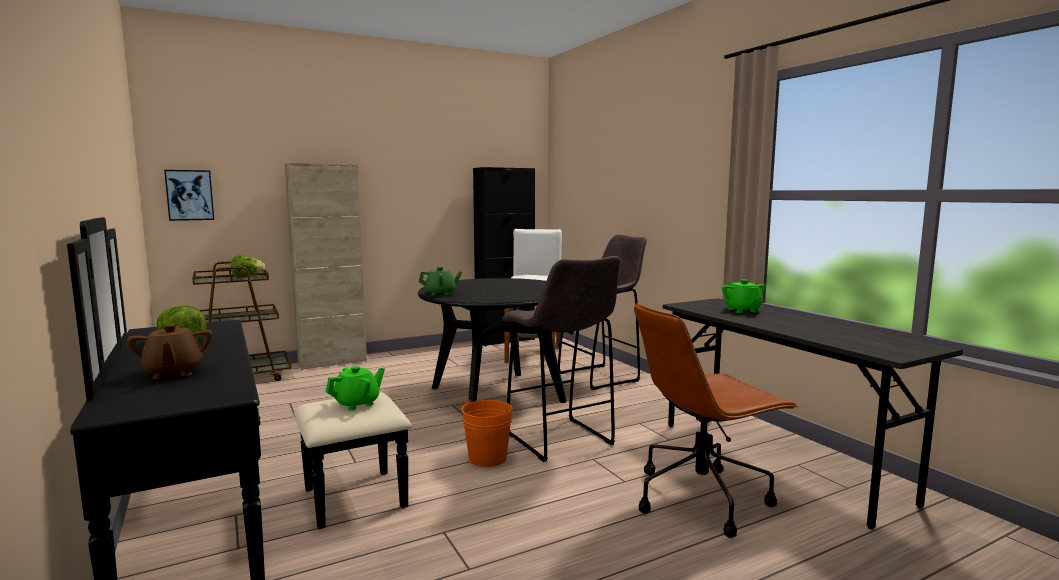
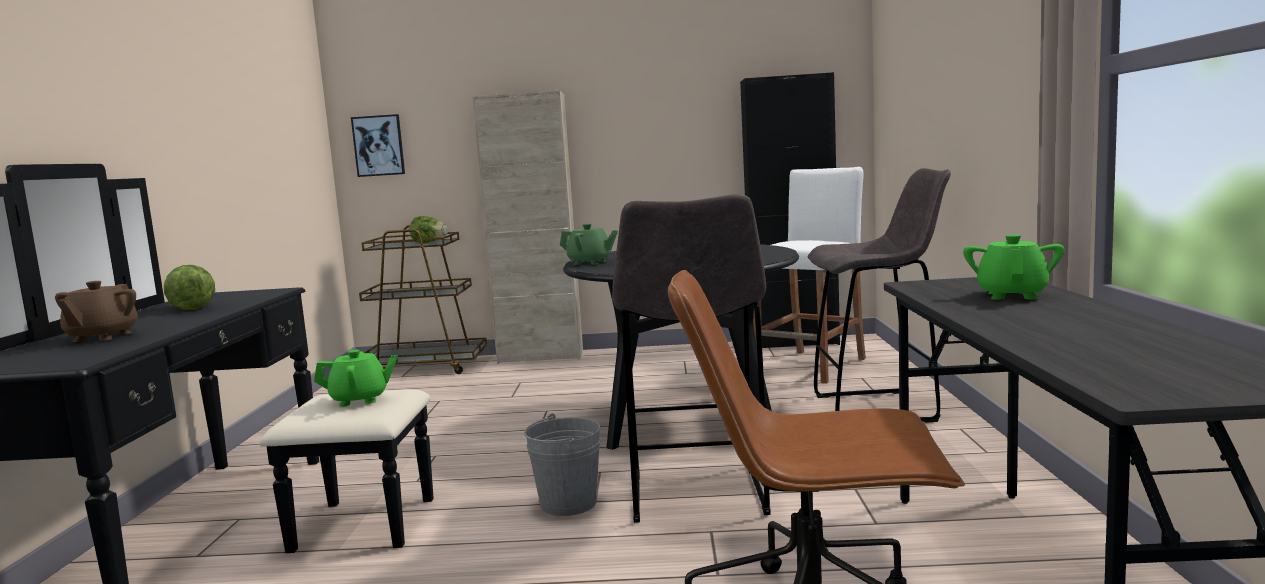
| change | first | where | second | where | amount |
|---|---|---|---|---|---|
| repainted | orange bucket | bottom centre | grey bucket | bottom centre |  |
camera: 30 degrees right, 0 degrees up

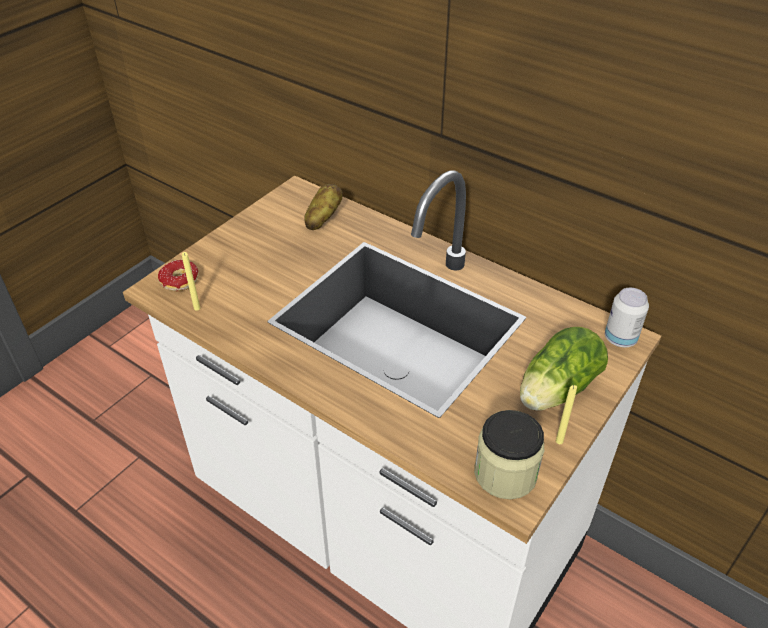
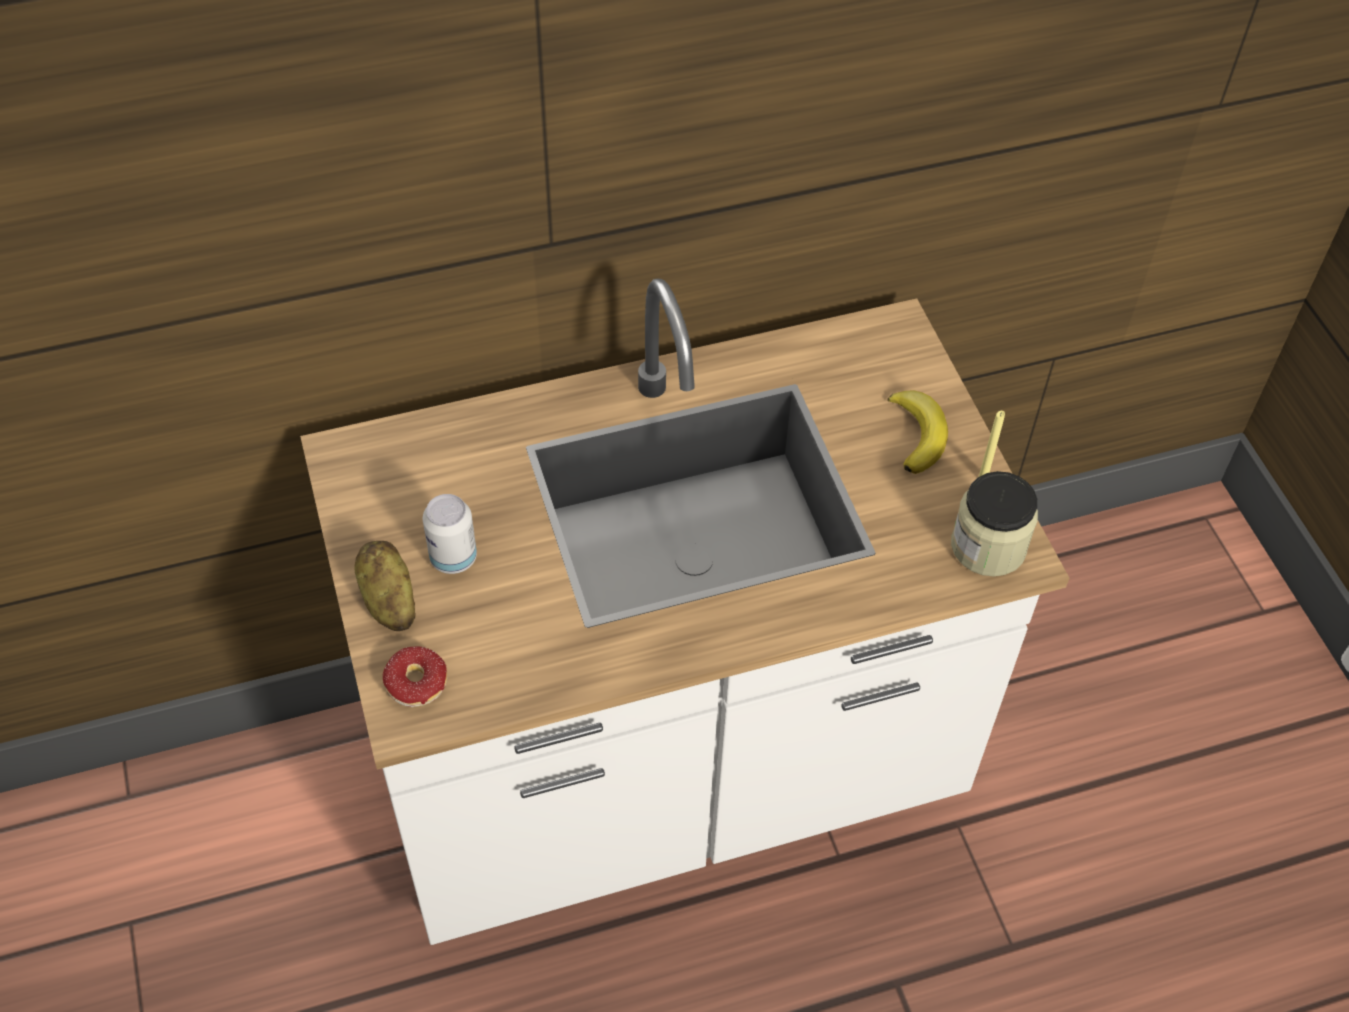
| change | first | where | second | where | amount |
|---|---|---|---|---|---|
| gone | yellow candle (no. 1 from left) | middle left |  |  |  |
| shifted | potato | top centre |  | middle left |  |
| swapped | lettuce | middle right | banana | middle right |  |
| shifted | can | middle right |  | centre |  |
camera: 55 degrees left, 10 degrees up

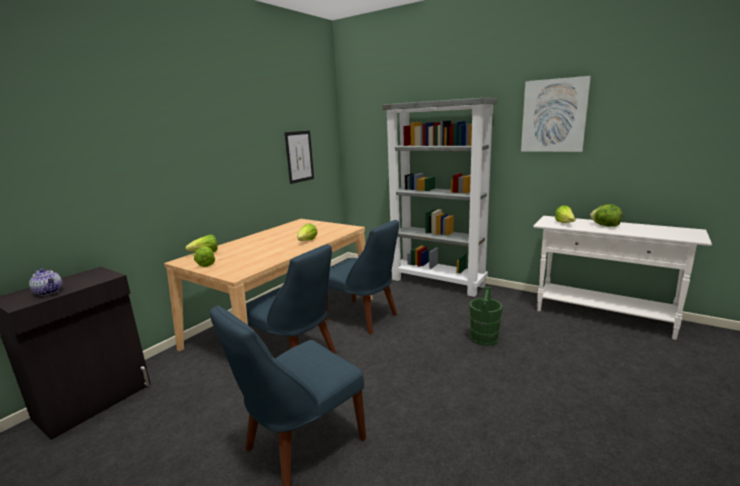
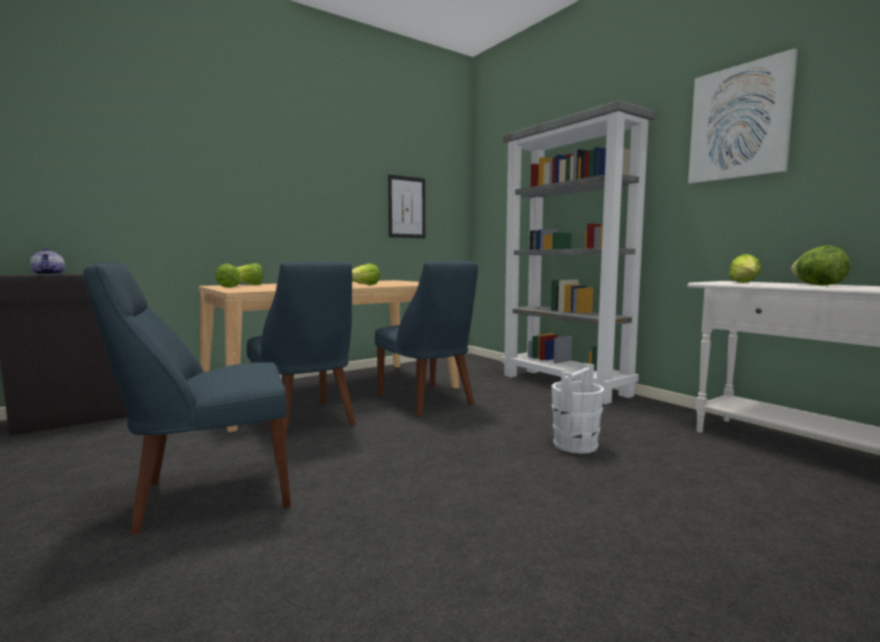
| change | first | where | second | where | amount |
|---|---|---|---|---|---|
| repainted | green bucket | centre | white bucket | centre |  |
camera: 20 degrees right, 10 degrees down

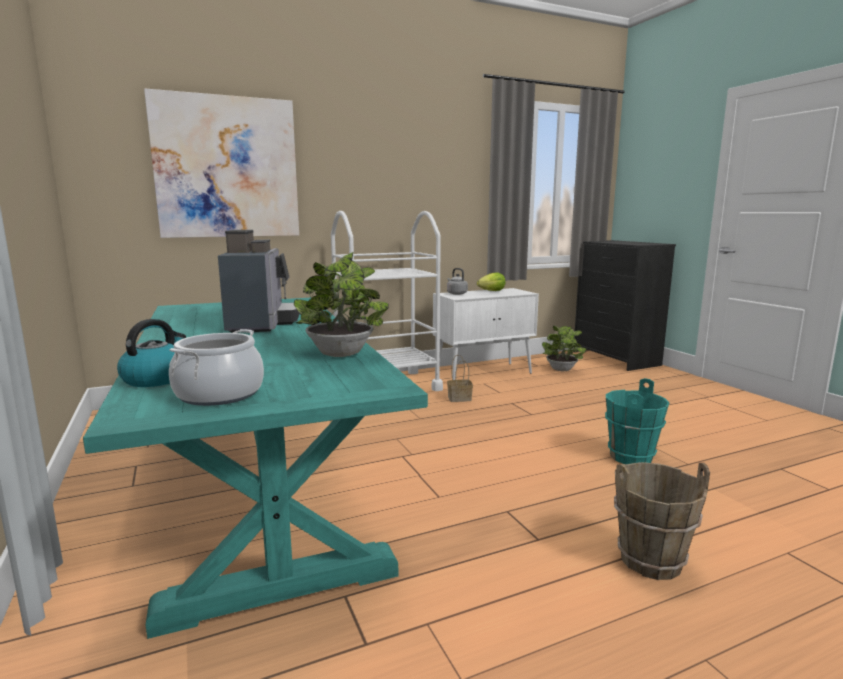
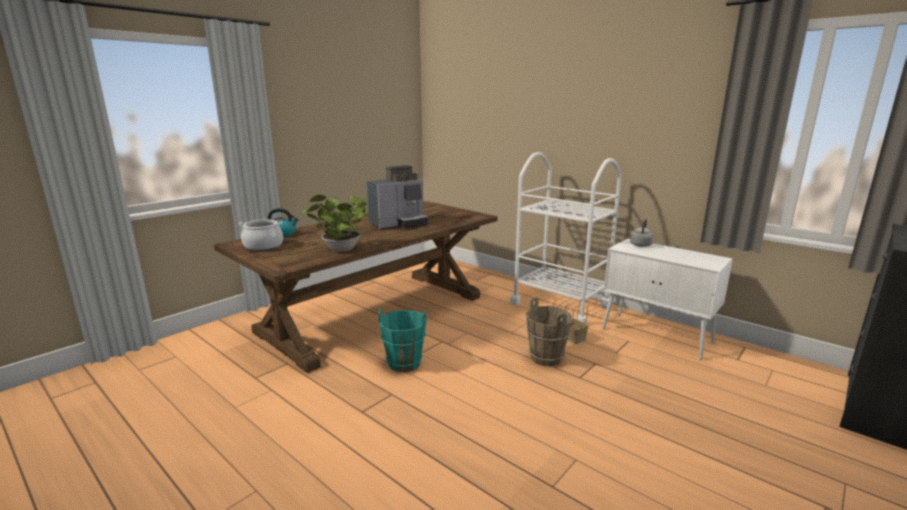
| change | first | where | second | where | amount |
|---|---|---|---|---|---|
| repainted | turquoise dining table | bottom left | brown dining table | centre |  |
| gone | picture | top left |  |  |  |
| gone | lettuce | centre |  |  |  |
| gone | potted plant (no. 2 from left) | middle right |  |  |  |
| shifted | turquoise bucket | middle right |  | bottom centre |  |
| shifted | brown bucket | bottom right |  | centre |  |
camera: 65 degrees right, 5 degrees up

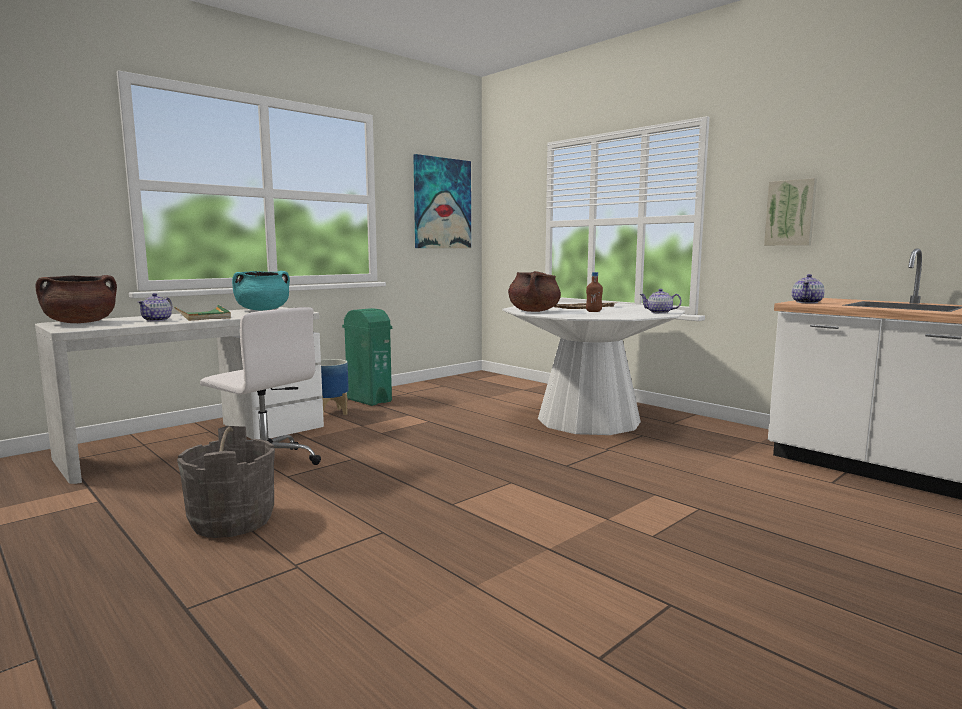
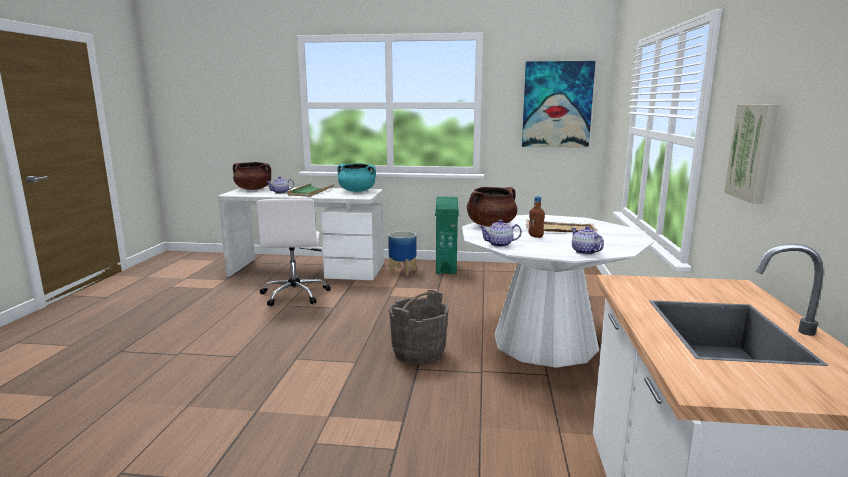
| change | first | where | second | where | amount |
|---|---|---|---|---|---|
| shifted | grey bucket | bottom left |  | bottom centre |  |
| shifted | teapot (no. 3 from left in the first image) | middle right | teapot (no. 2 from left) | centre |  |
camera: 50 degrees right, 5 degrees up

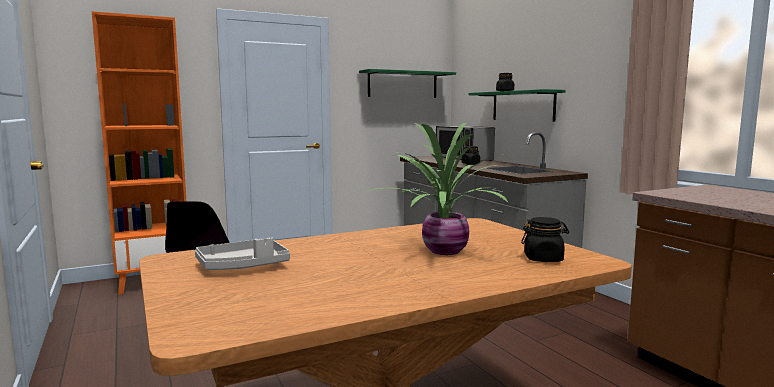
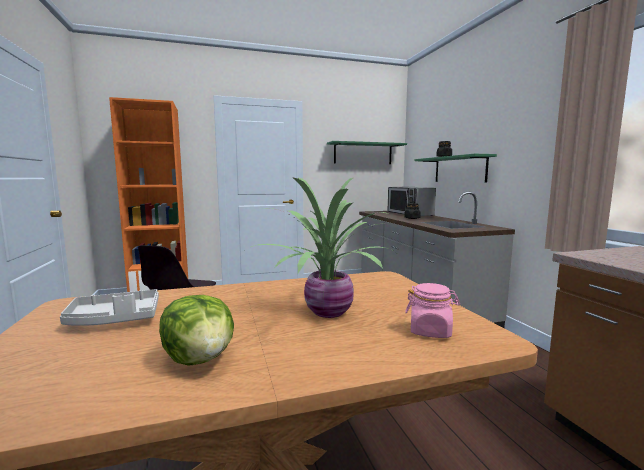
| change | first | where | second | where | amount |
|---|---|---|---|---|---|
| repainted | black jar (no. 3 from left) | middle right | pink jar | middle right |  |
| new |  |  | lettuce | bottom left |  |
camera: 10 degrees right, 0 degrees up

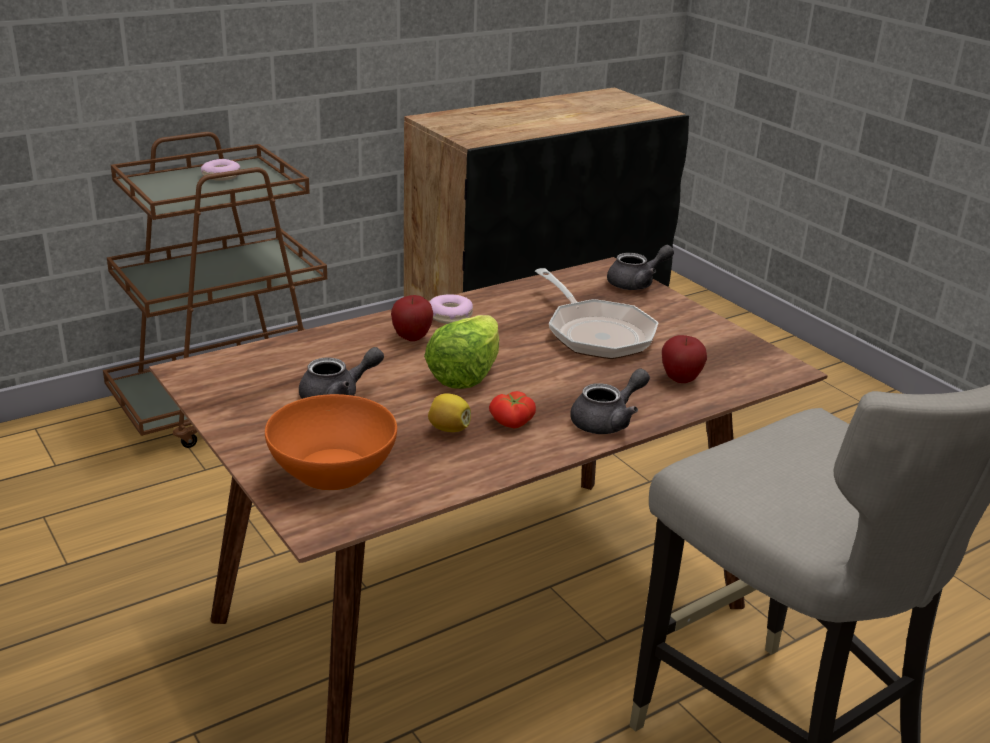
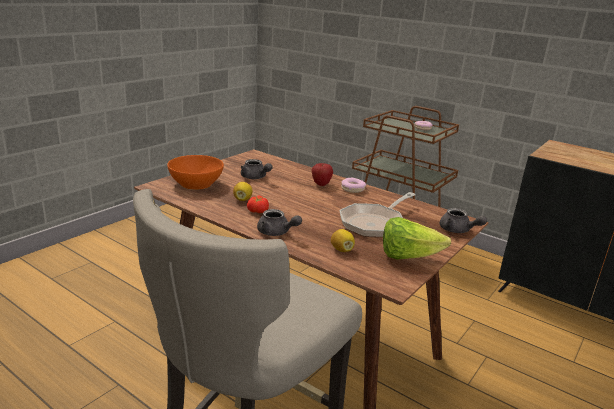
| change | first | where | second | where | amount |
|---|---|---|---|---|---|
| shifted | lettuce | centre |  | middle right |  |
| swapped | apple (no. 2 from left) | middle right | lemon (no. 2 from left) | centre |  |
camera: 70 degrees right, 5 degrees down

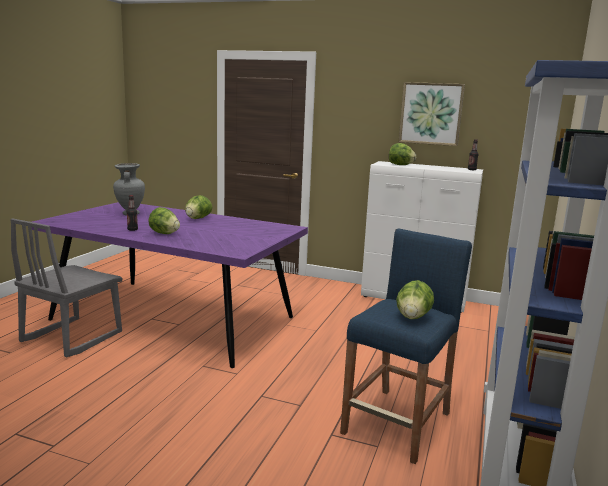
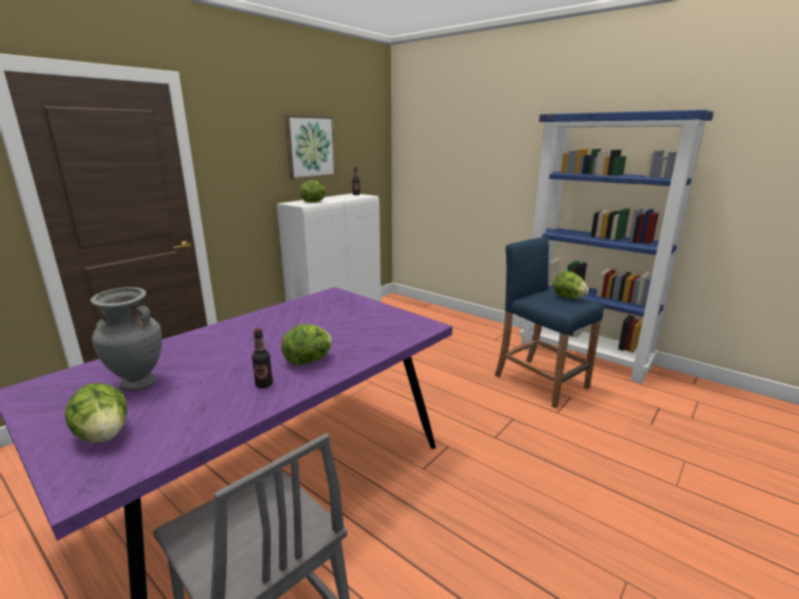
| change | first | where | second | where | amount |
|---|---|---|---|---|---|
| shifted | lettuce (no. 2 from left in the first image) | middle left | lettuce (no. 1 from left) | bottom left |  |
camera: 70 degrees left, 5 degrees up

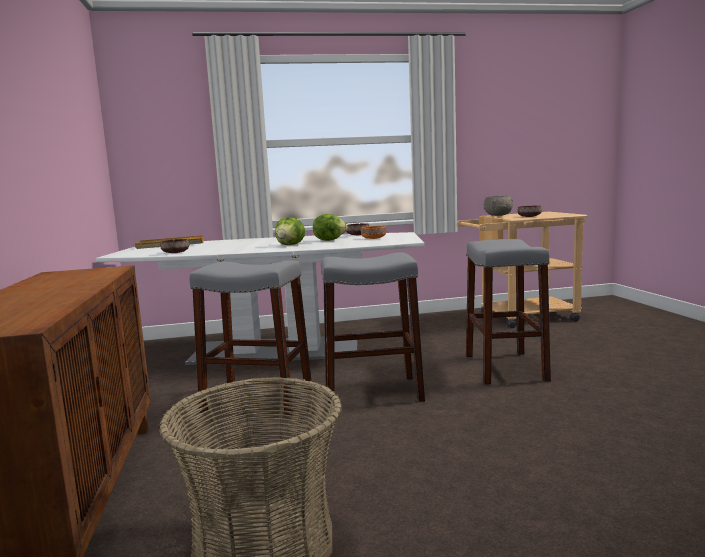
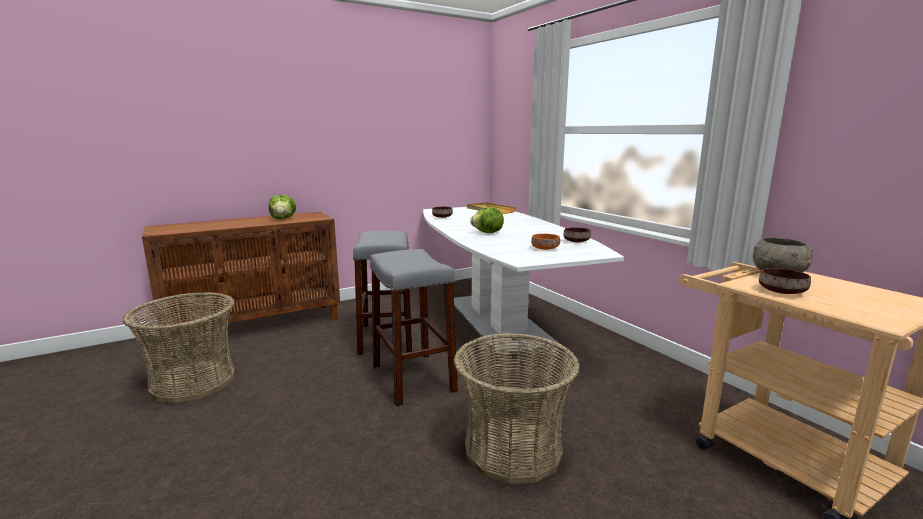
| change | first | where | second | where | amount |
|---|---|---|---|---|---|
| shifted | lettuce (no. 2 from left in the first image) | centre | lettuce (no. 1 from left) | middle left |  |
| swapped | grey stool (no. 3 from left) | middle right | basket (no. 2 from left) | bottom centre |  |
camera: 70 degrees right, 5 degrees up

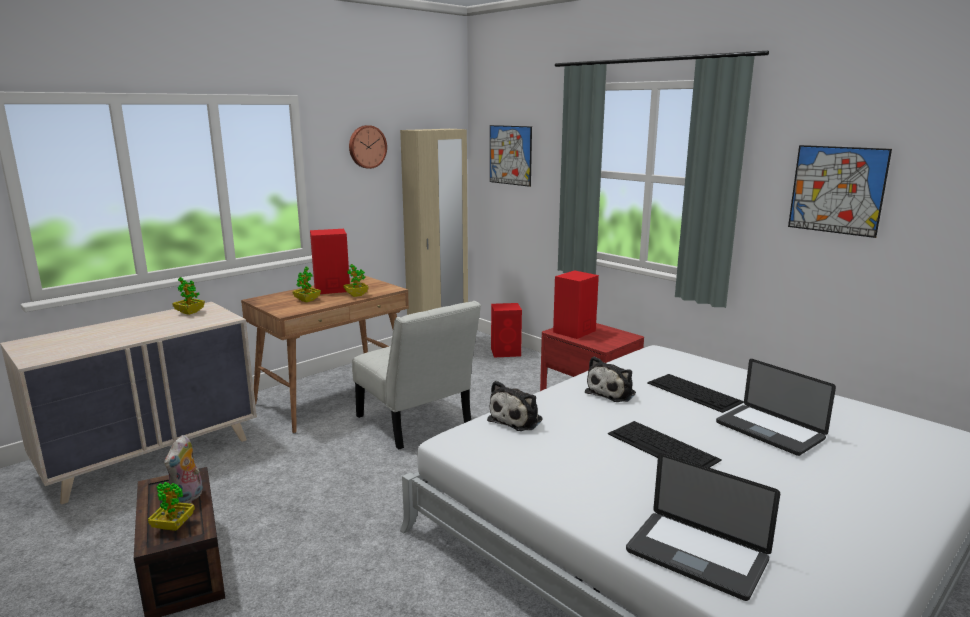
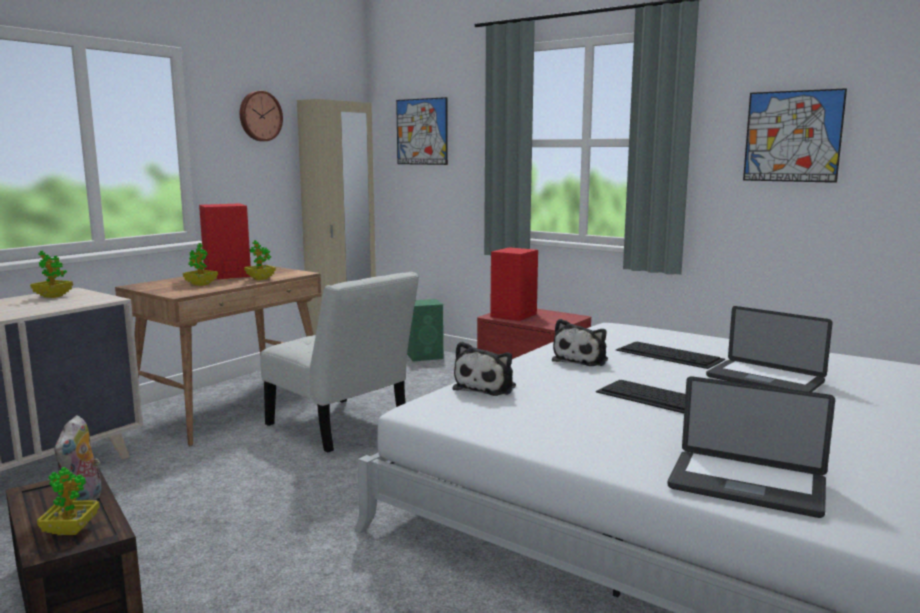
| change | first | where | second | where | amount |
|---|---|---|---|---|---|
| repainted | red speaker (no. 2 from left) | centre | green speaker | centre |  |
camera: 10 degrees left, 5 degrees down

